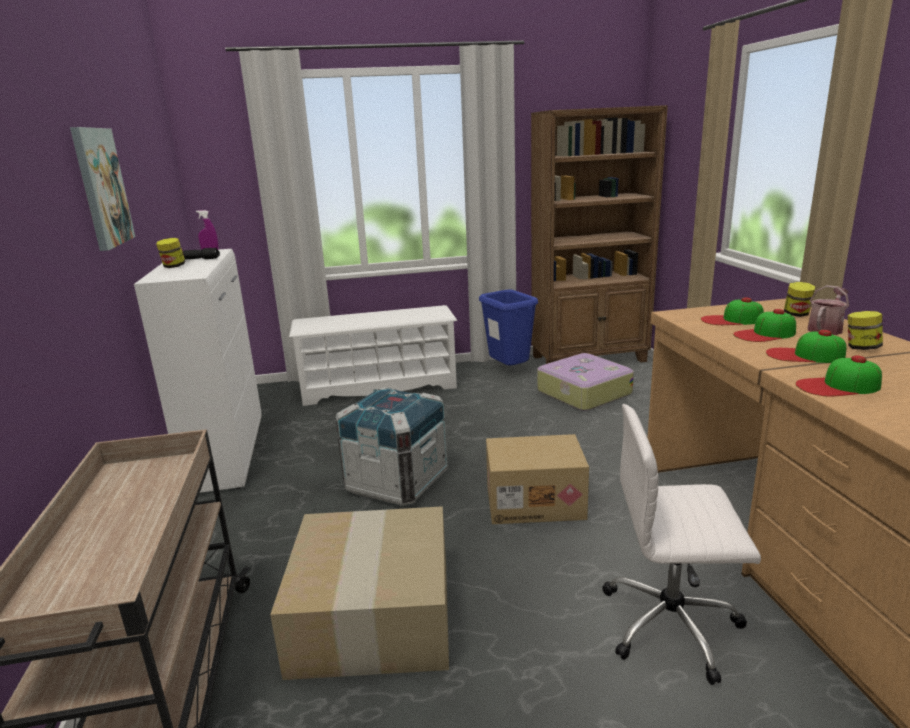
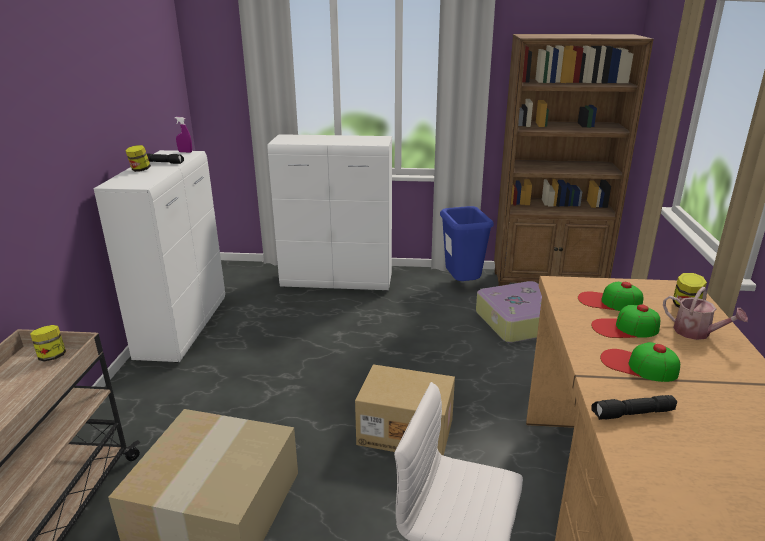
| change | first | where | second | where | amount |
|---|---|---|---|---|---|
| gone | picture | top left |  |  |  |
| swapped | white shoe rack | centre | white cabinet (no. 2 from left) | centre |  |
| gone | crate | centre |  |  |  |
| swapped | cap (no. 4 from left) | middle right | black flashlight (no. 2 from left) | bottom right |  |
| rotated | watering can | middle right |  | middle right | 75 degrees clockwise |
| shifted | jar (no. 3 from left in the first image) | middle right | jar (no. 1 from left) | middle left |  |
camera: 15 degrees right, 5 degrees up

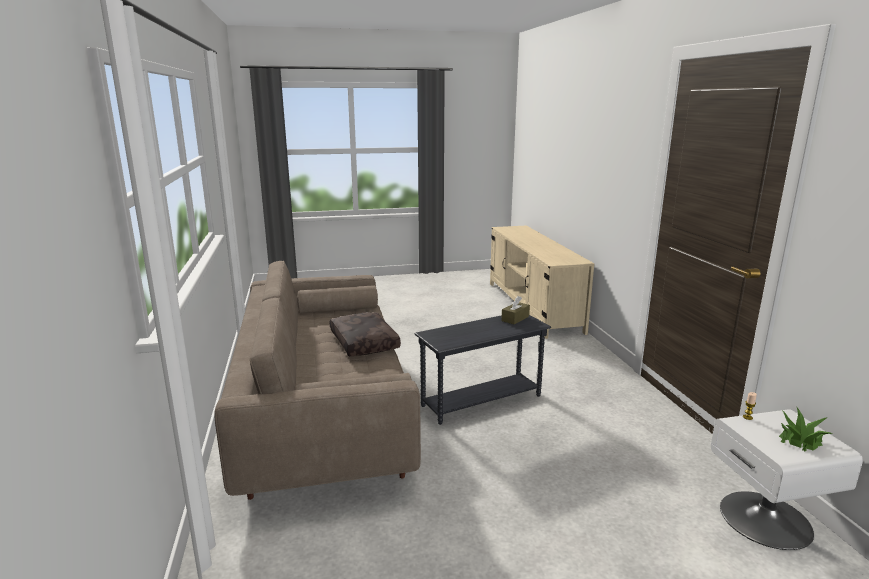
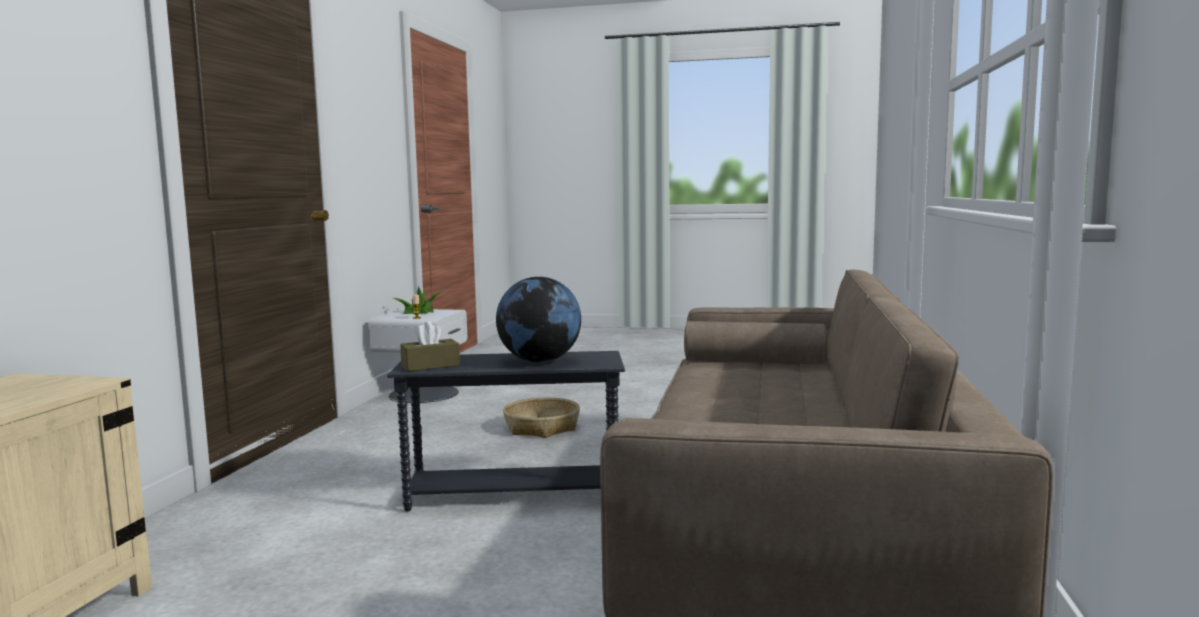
| change | first | where | second | where | amount |
|---|---|---|---|---|---|
| gone | brown pillow | centre |  |  |  |
| new |  |  | globe | centre |  |
| new |  |  | basket | bottom centre |  |
camera: 155 degrees left, 10 degrees down

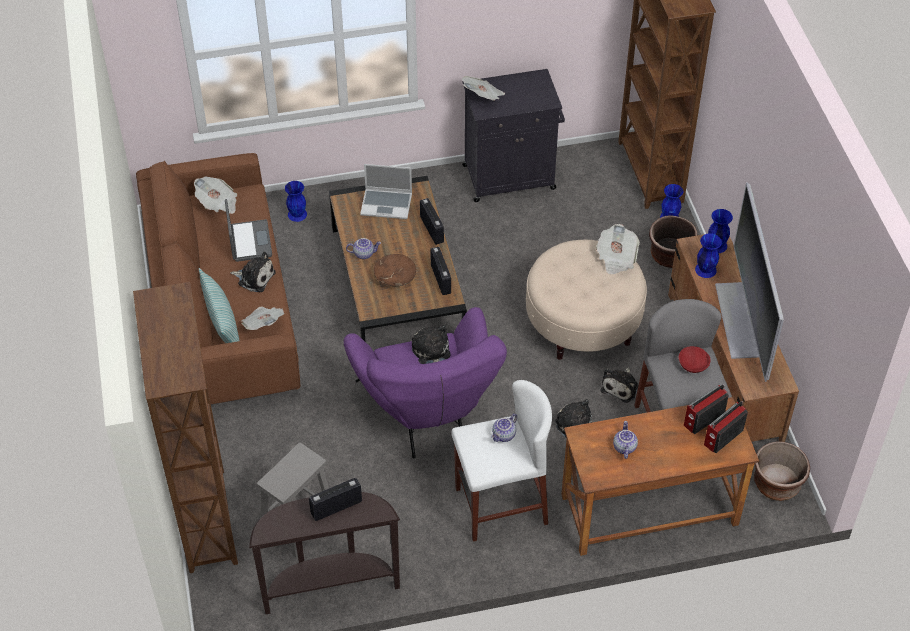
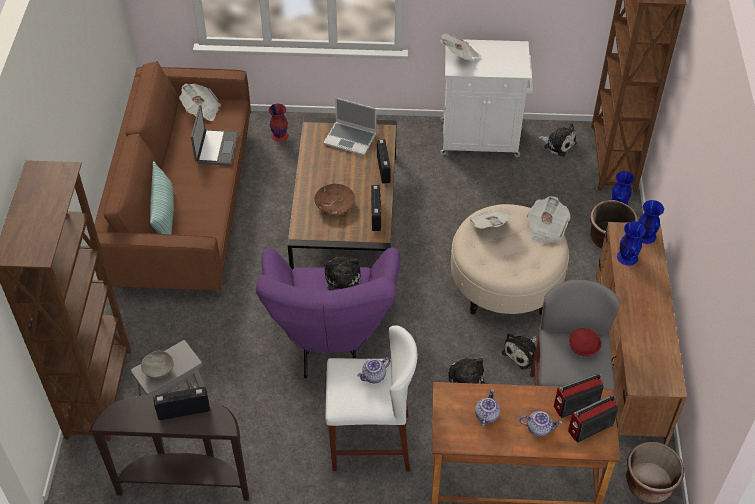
| change | first | where | second | where | amount |
|---|---|---|---|---|---|
| shifted | plush toy (no. 1 from left in the first image) | middle left | plush toy (no. 4 from left) | top right |  |
| shifted | newspaper (no. 2 from left in the first image) | middle left | newspaper (no. 3 from left) | centre |  |
| repainted | blue vase (no. 1 from left) | top left | red vase | top centre |  |
| shifted | teapot (no. 1 from left in the first image) | centre | teapot (no. 3 from left) | bottom right |  |
| repainted | black cabinet | top centre | white cabinet | top centre |  |
| gone | television | middle right |  |  |  |
| new |  |  | grey bowl | bottom left |  |
camera: 15 degrees right, 0 degrees up

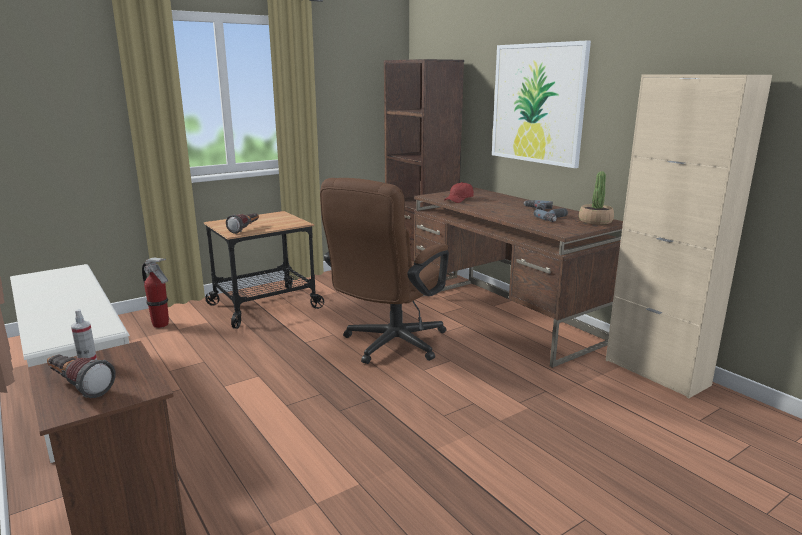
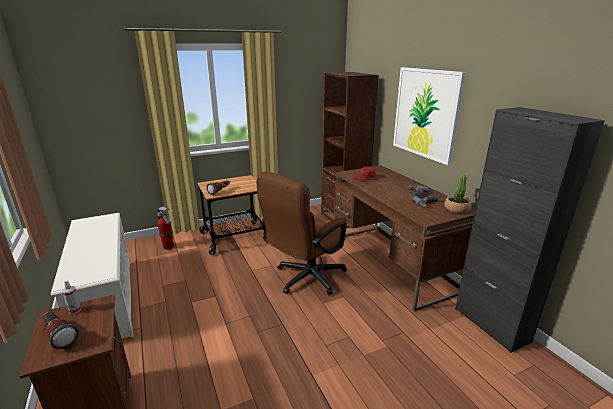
| change | first | where | second | where | amount |
|---|---|---|---|---|---|
| repainted | beige cabinet | middle right | black cabinet | middle right |  |
camera: 10 degrees right, 5 degrees up

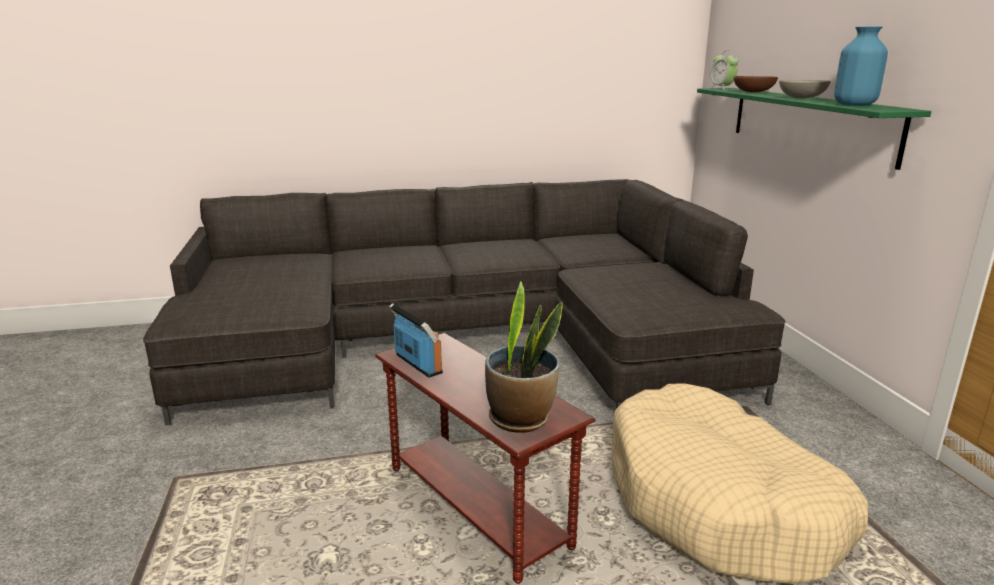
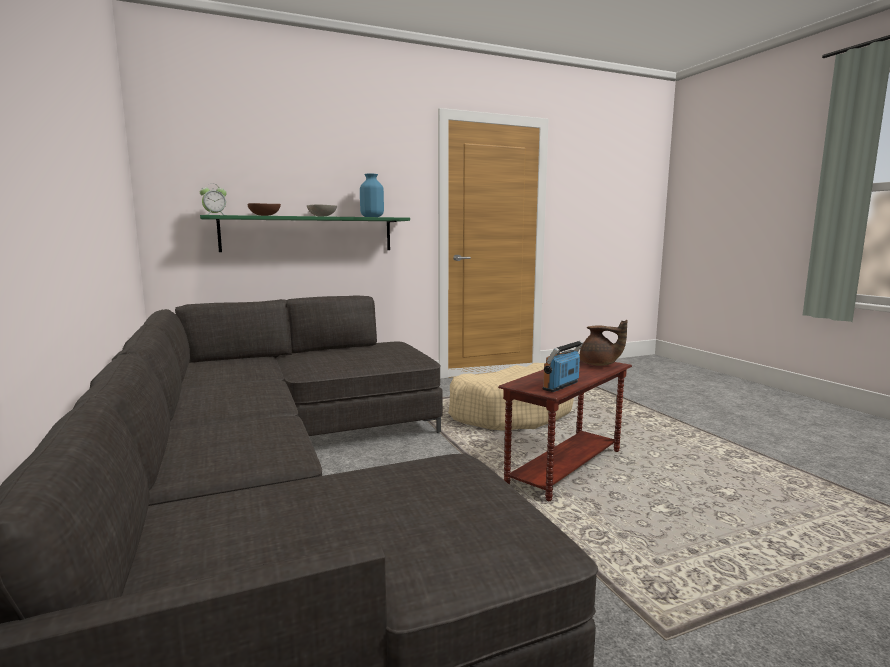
| change | first | where | second | where | amount |
|---|---|---|---|---|---|
| swapped | potted plant | centre | brown teapot | middle right |  |
camera: 100 degrees left, 10 degrees down

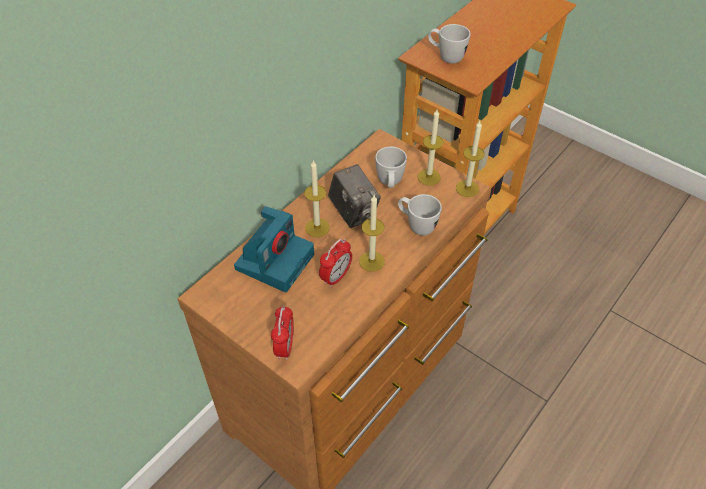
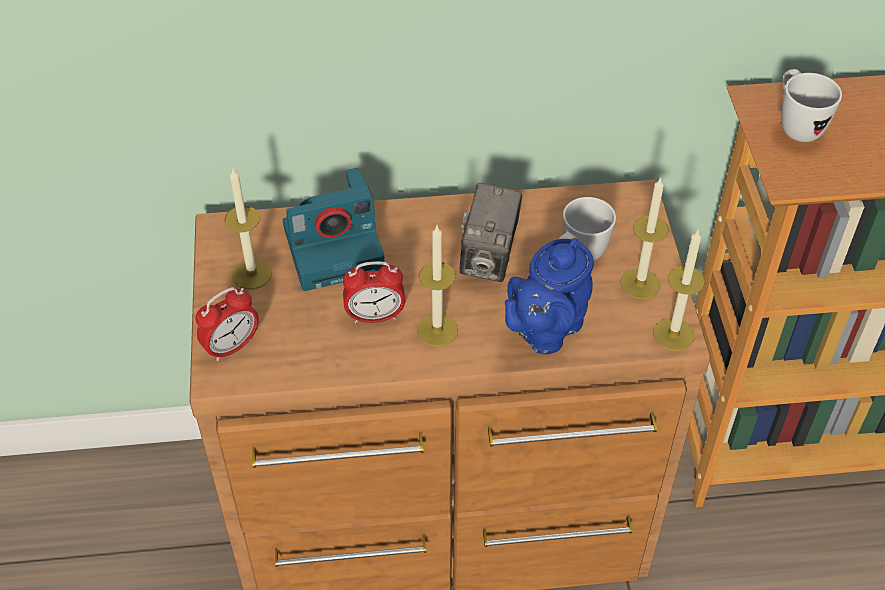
| change | first | where | second | where | amount |
|---|---|---|---|---|---|
| shifted | candle (no. 1 from left) | centre |  | middle left |  |
| swapped | white mug (no. 2 from left) | centre | blue teapot | centre |  |
camera: 45 degrees right, 0 degrees up

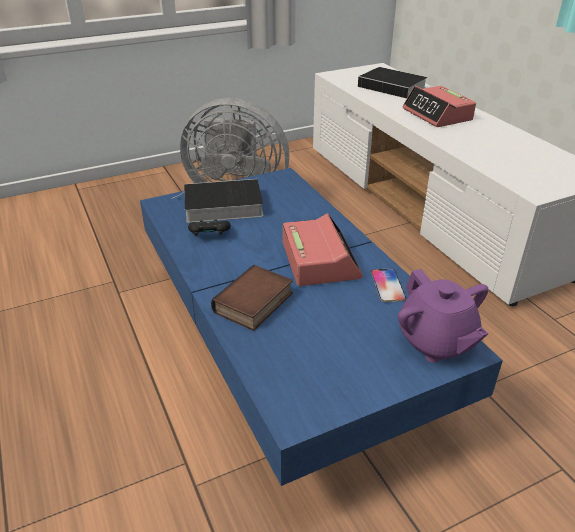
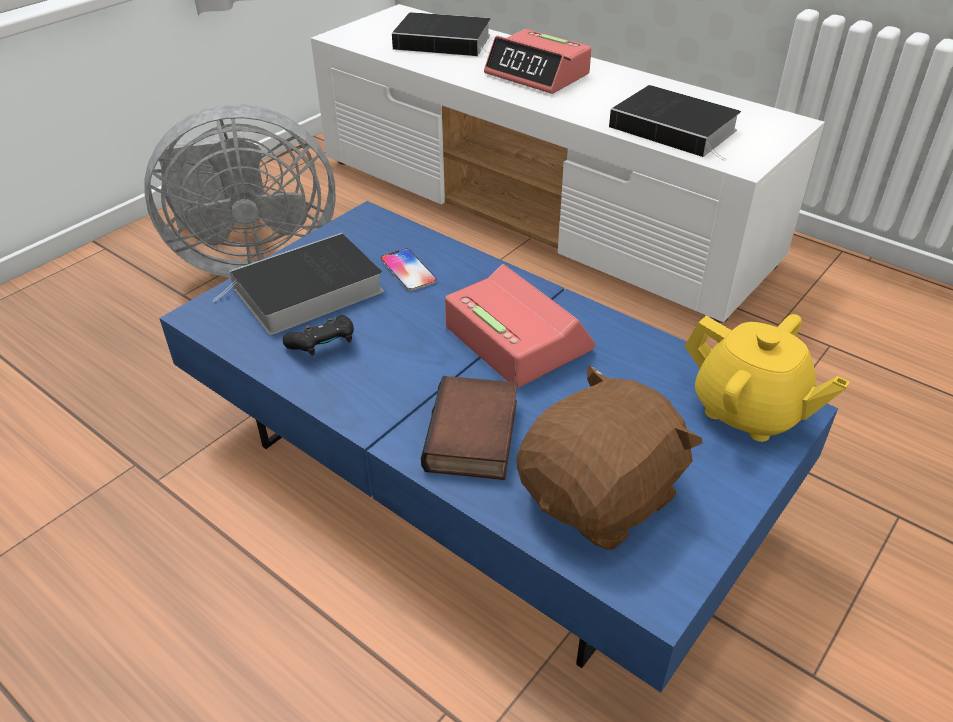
| change | first | where | second | where | amount |
|---|---|---|---|---|---|
| shifted | phone | middle right |  | centre |  |
| repainted | purple teapot | middle right | yellow teapot | middle right |  |
| new |  |  | brown plush toy | centre |  |
| new |  |  | book (no. 4 from left) | top right |  |
camera: 25 degrees left, 5 degrees up

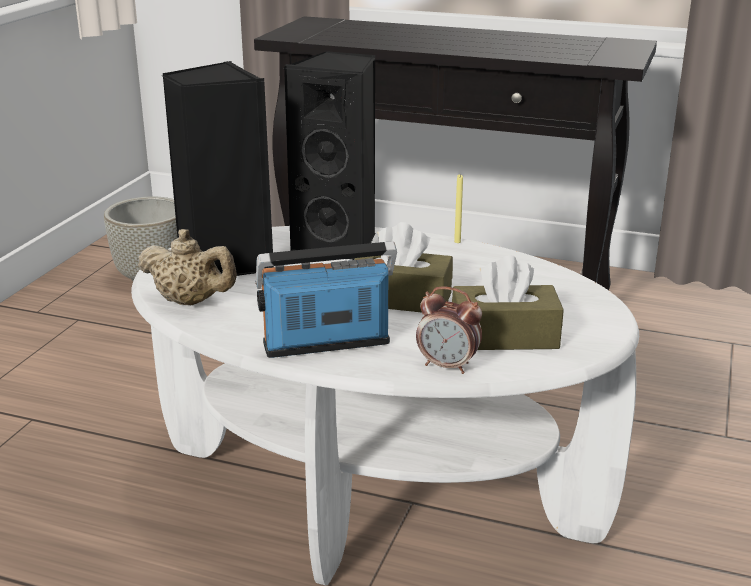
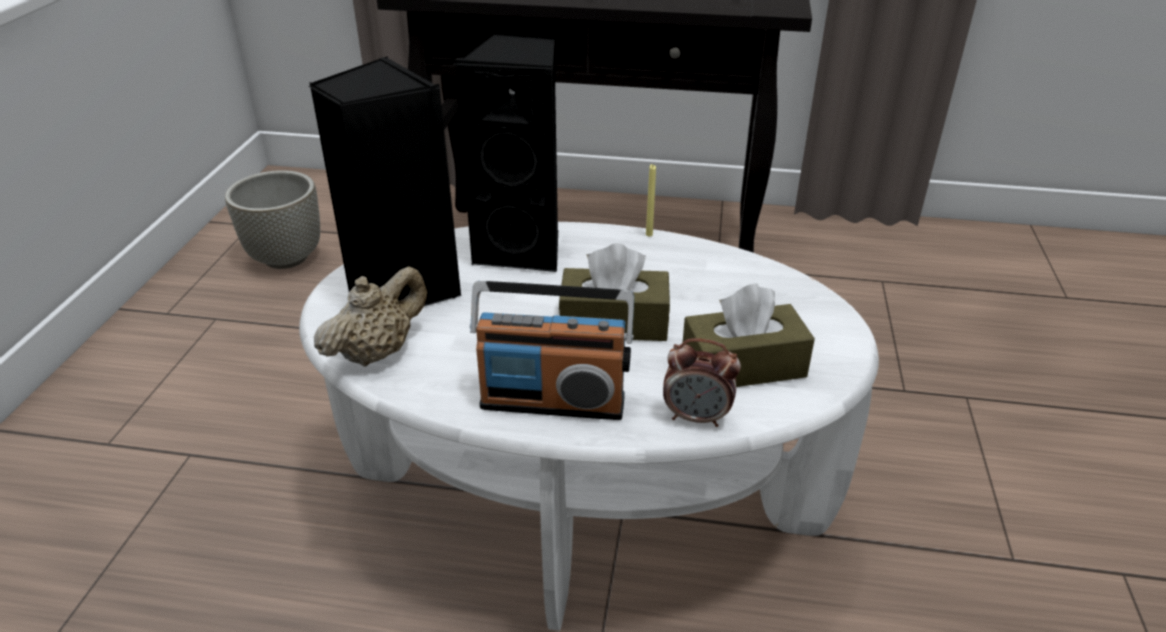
| change | first | where | second | where | amount |
|---|---|---|---|---|---|
| rotated | beige teapot | middle left |  | middle left | 60 degrees counterclockwise |
| rotated | radio | centre |  | centre | 150 degrees counterclockwise |
camera: 10 degrees left, 10 degrees up

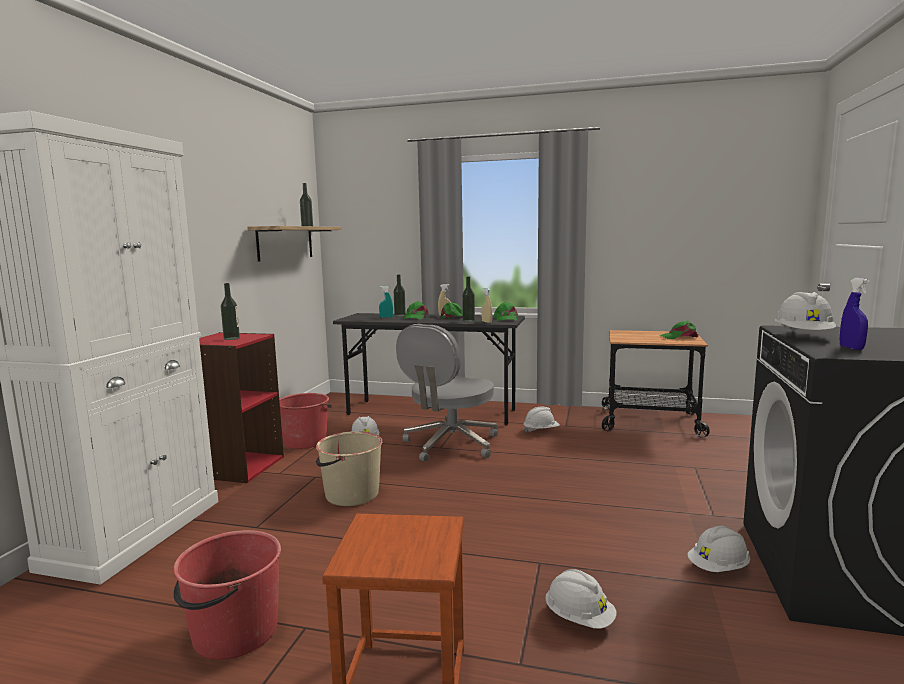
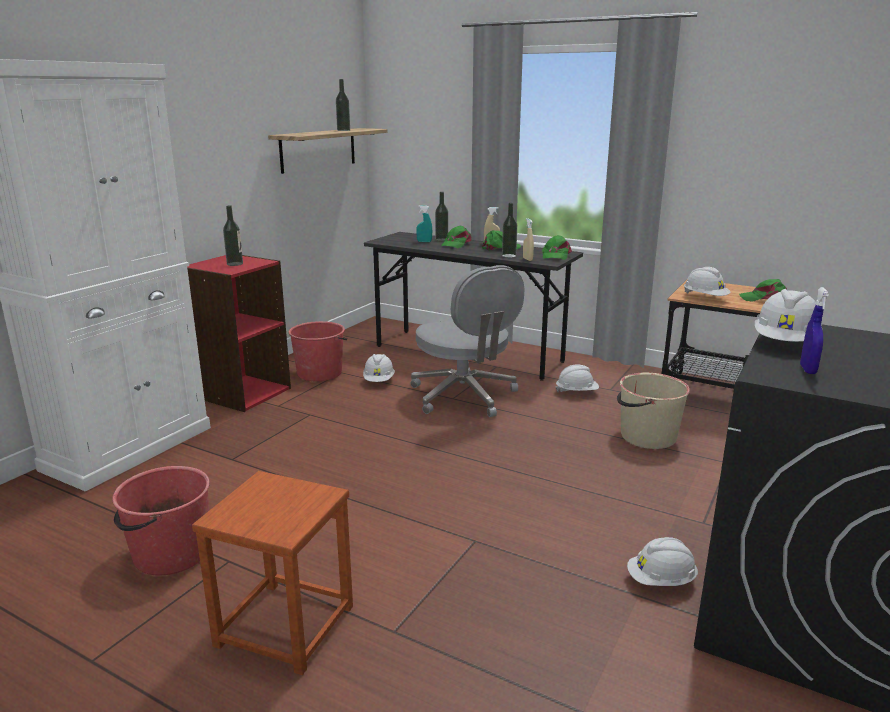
| change | first | where | second | where | amount |
|---|---|---|---|---|---|
| shifted | beige bucket | bottom centre |  | middle right |  |
| rotated | grey office chair | centre |  | centre | 75 degrees counterclockwise |
| shifted | white hard hat (no. 3 from left in the first image) | bottom centre | white hard hat (no. 4 from left) | middle right |  |
camera: 15 degrees right, 10 degrees up

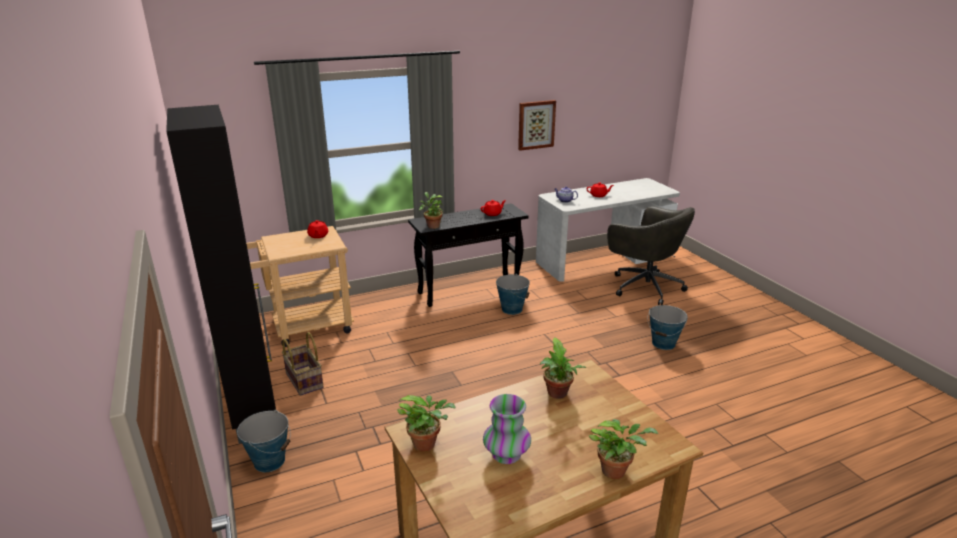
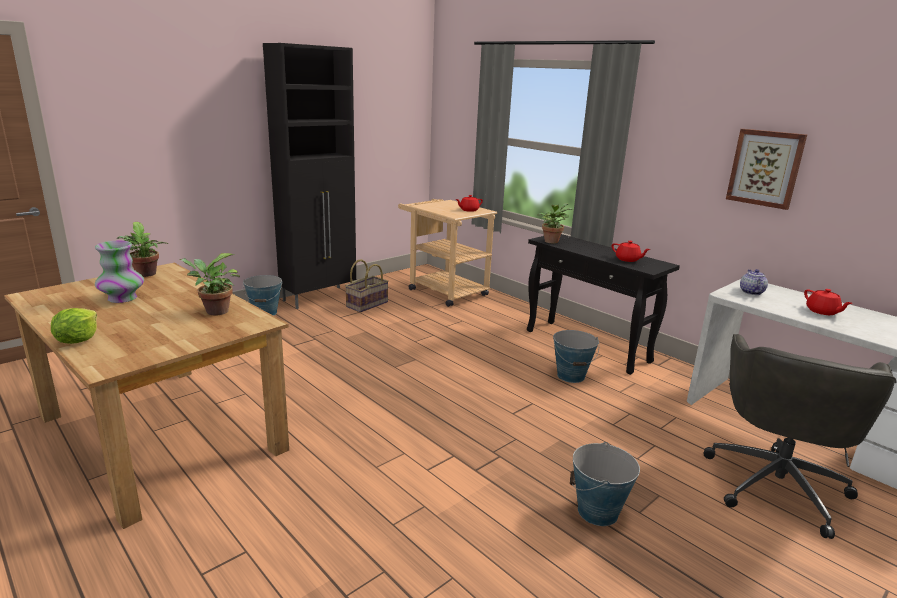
| change | first | where | second | where | amount |
|---|---|---|---|---|---|
| swapped | potted plant (no. 4 from left) | bottom centre | lettuce | middle left |  |
camera: 70 degrees right, 5 degrees down

